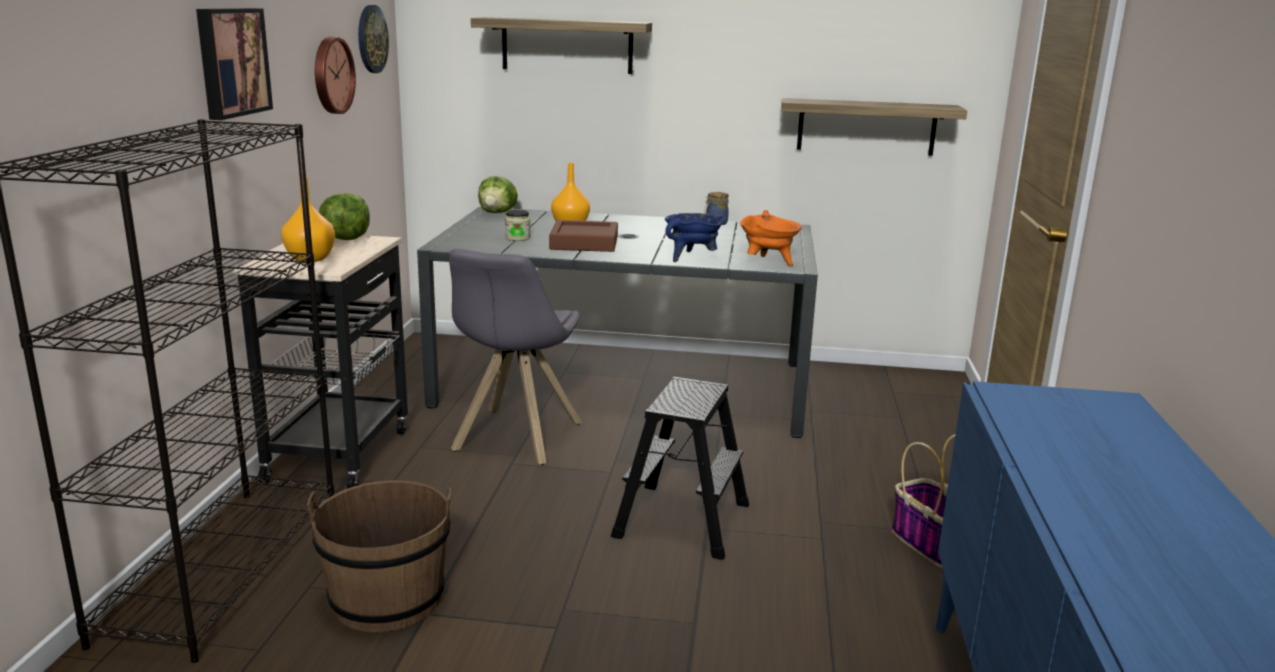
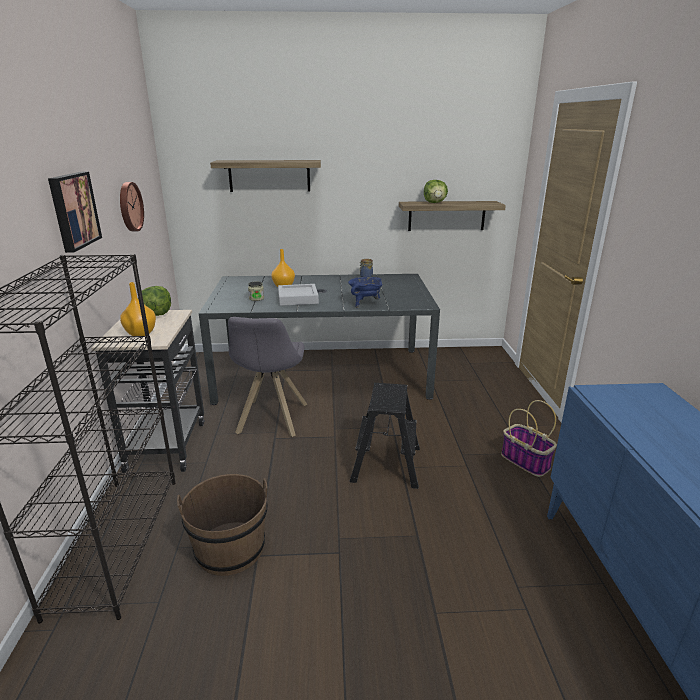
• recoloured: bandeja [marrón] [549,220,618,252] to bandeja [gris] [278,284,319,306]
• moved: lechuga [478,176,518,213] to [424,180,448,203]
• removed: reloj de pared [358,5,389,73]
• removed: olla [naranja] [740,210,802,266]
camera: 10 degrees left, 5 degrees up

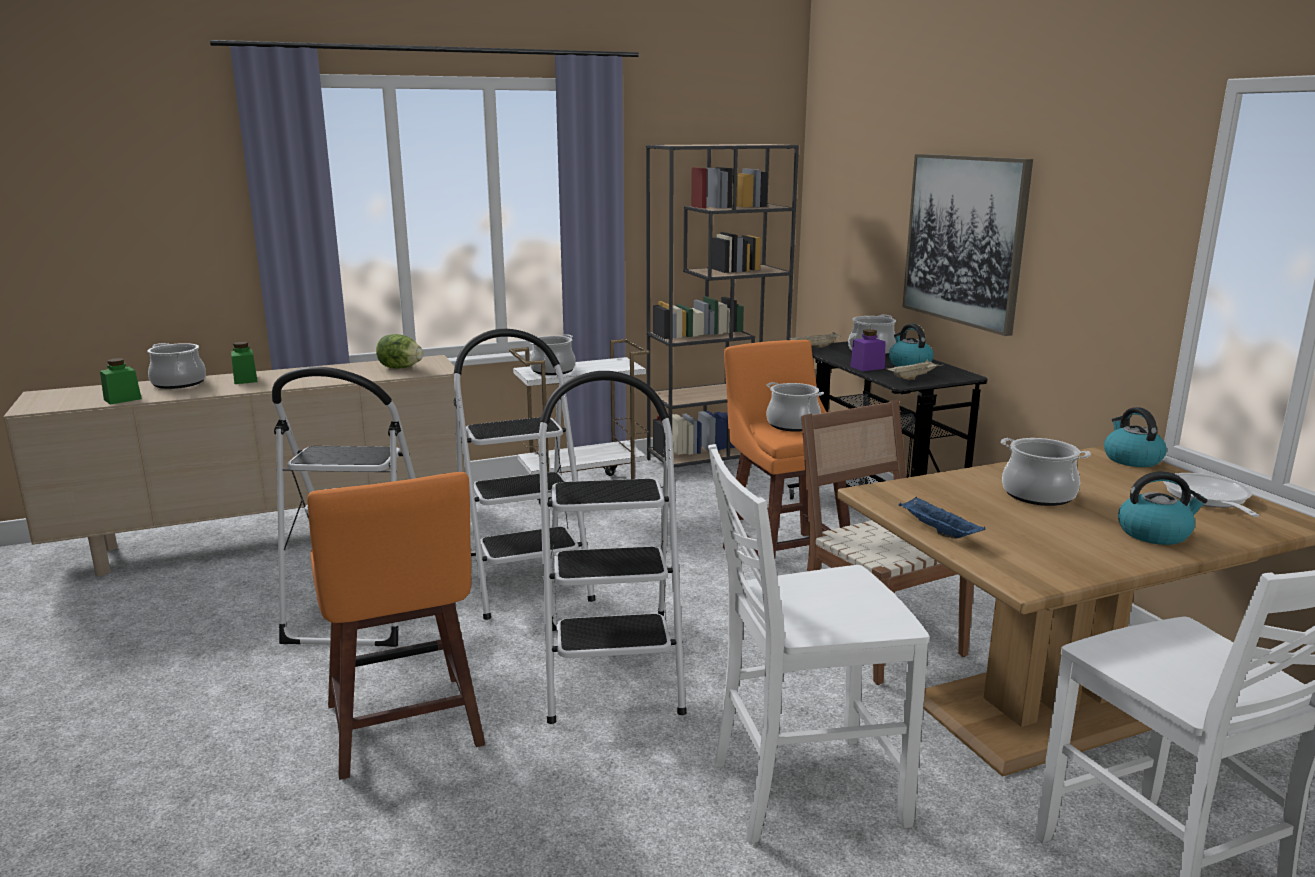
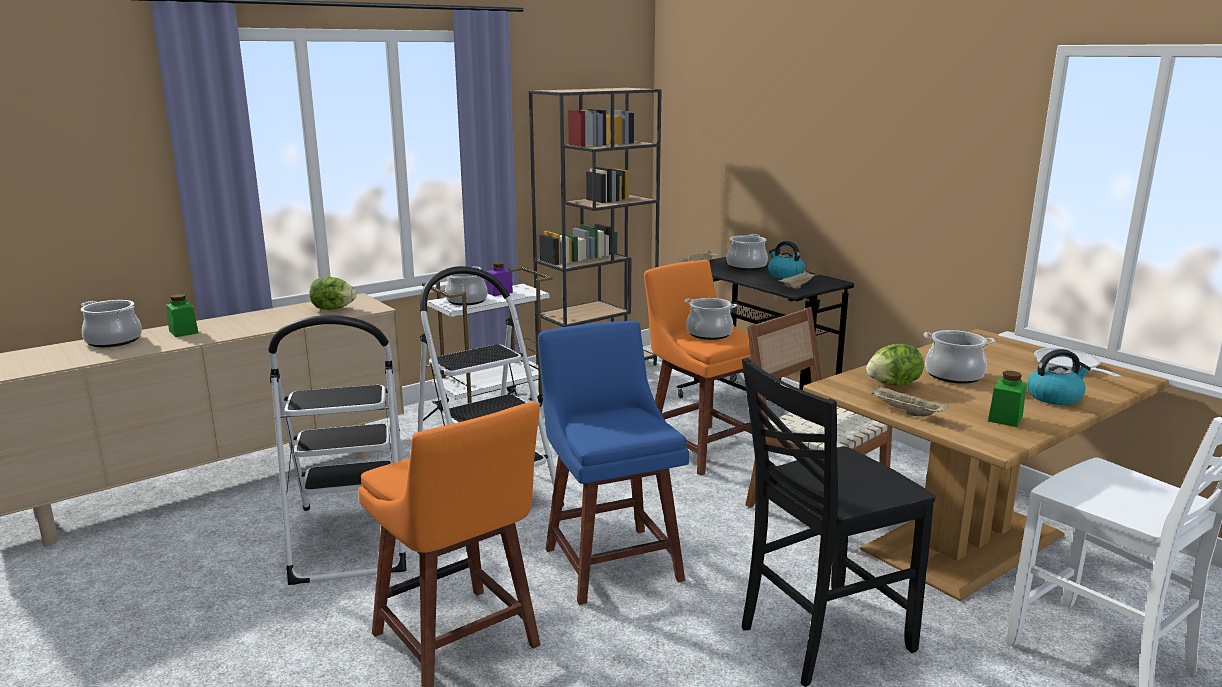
• moved: tarro [morado] [850,329,885,371] to [486,262,513,296]
• replaced: escalera de tijera [539,371,687,724] to taburete [azul] [538,321,689,605]
• recoloured: silla [blanco] [708,444,929,844] to silla [negro] [742,358,936,687]
• added: lechuga [866,344,924,386]
• recoloured: bandeja [azul] [898,496,985,538] to bandeja [beis] [870,386,948,416]
• moved: tarro [verde] [100,358,142,405] to [988,371,1027,427]
• removed: cuadro [902,154,1033,336]
• removed: hervidor [1104,407,1167,467]
camera: 15 degrees left, 0 degrees up

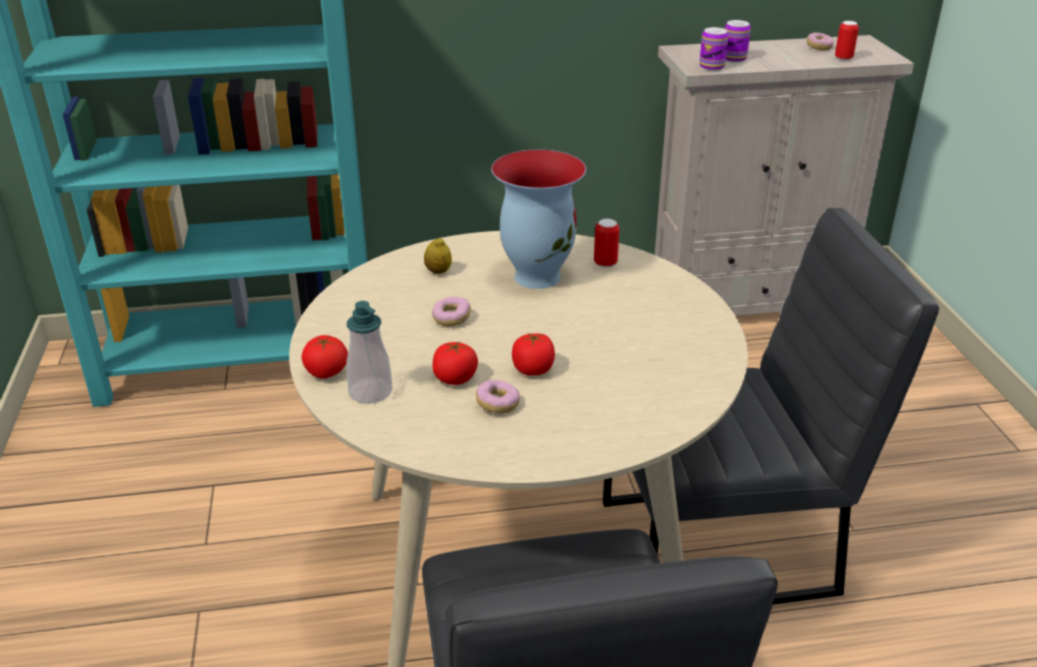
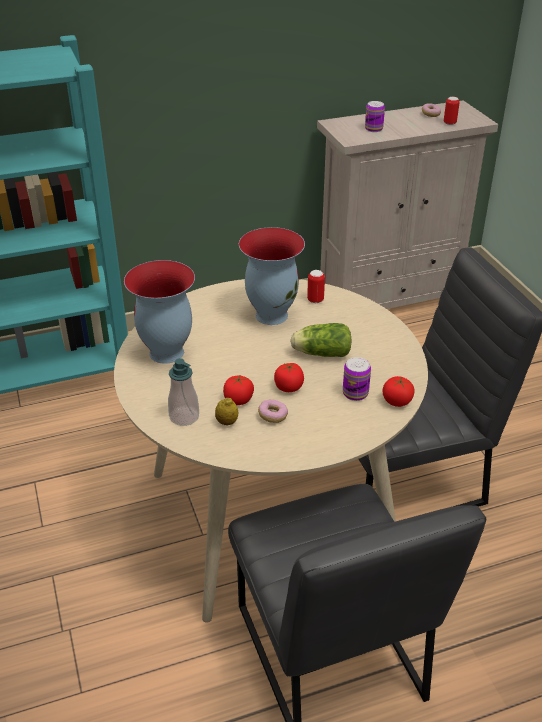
• added: florero [124,260,195,364]
• moved: limón [424,237,452,274] to [215,398,238,425]
• added: lechuga [290,323,352,357]
• moved: lata [699,27,729,71] to [343,357,371,401]
• moved: tomate [302,335,348,379] to [382,376,415,407]
• removed: rosquilla [432,297,471,326]
camera: 10 degrees left, 5 degrees up

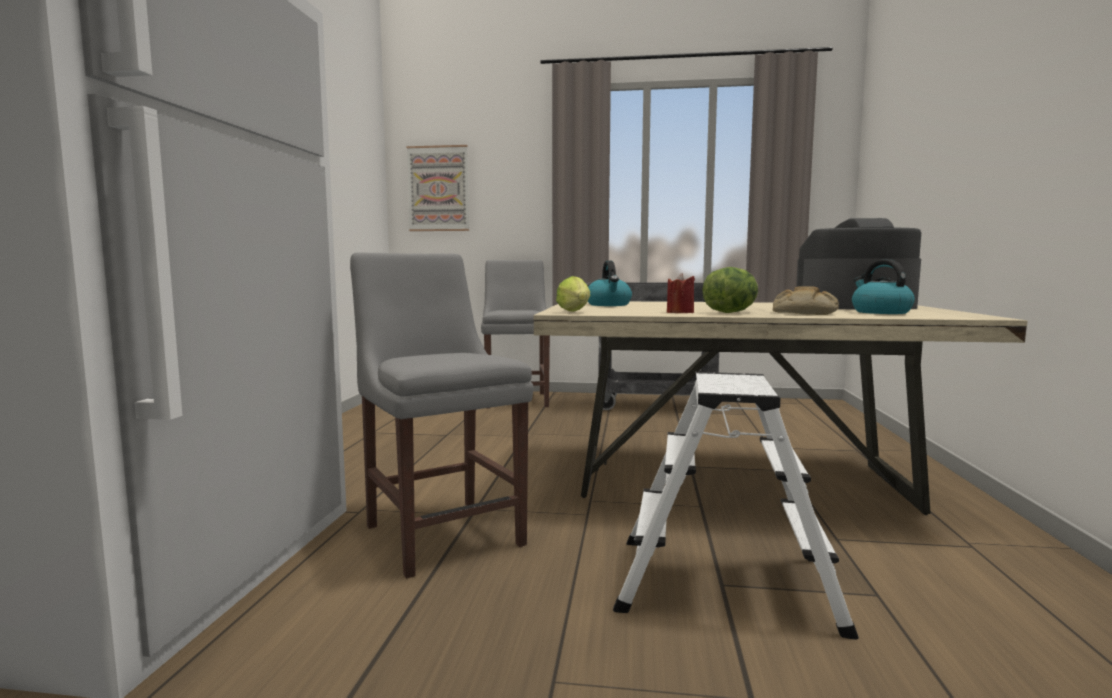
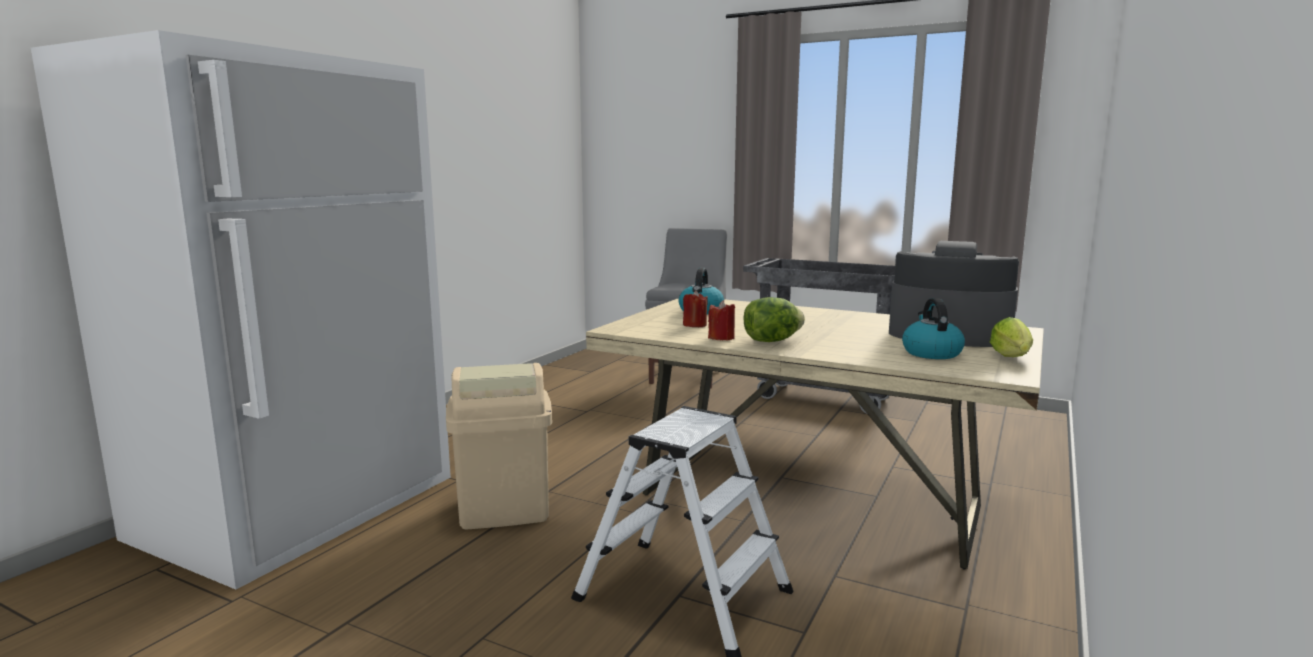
• replaced: silla [gris] [350,252,534,578] to papelera [beis] [446,363,552,529]
• added: vela [rojo] [683,290,708,327]
• moved: lechuga [556,276,590,312] to [990,317,1033,357]
• removed: cuadro [407,145,469,231]
• removed: pan [773,286,839,315]
camera: 20 degrees right, 5 degrees up

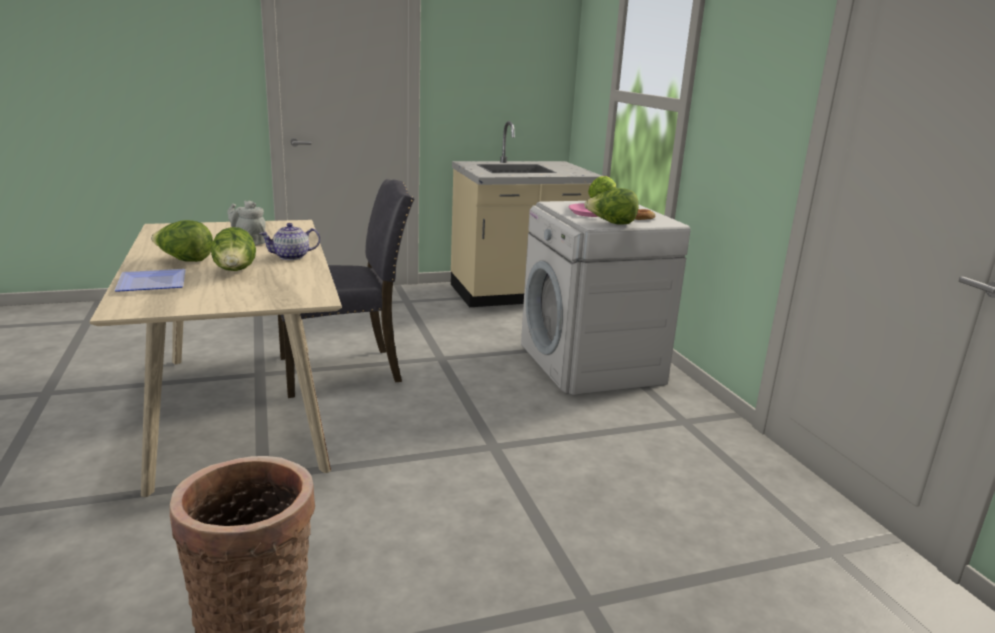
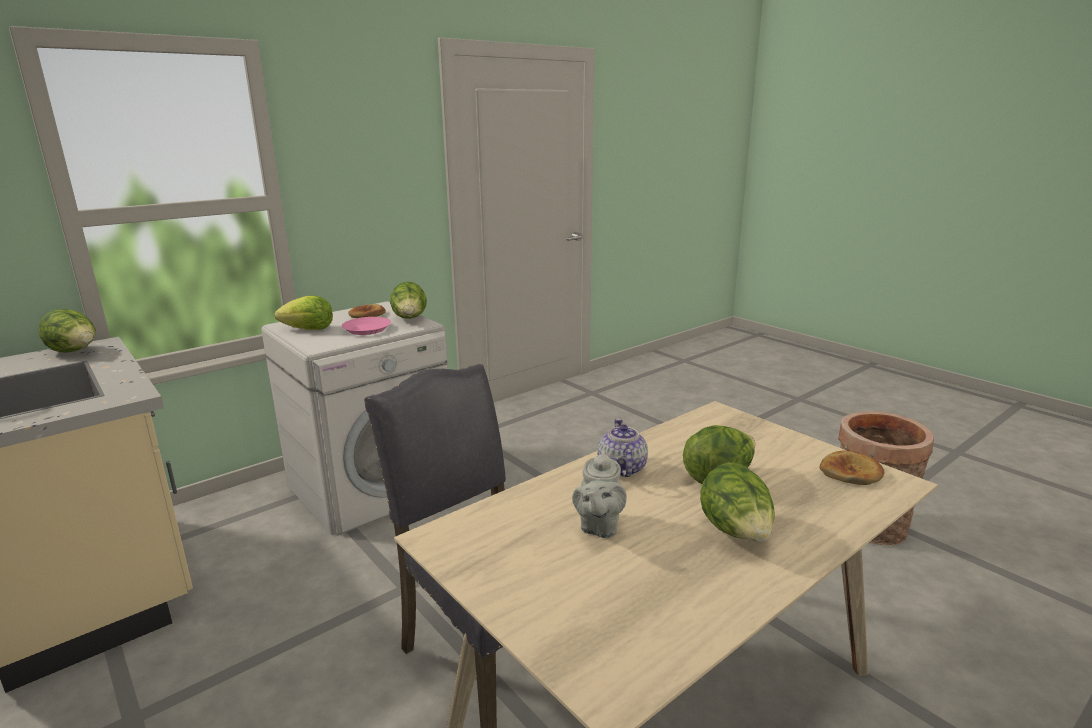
• added: lechuga [38,309,96,353]
• turned: tetera [259,223,320,260] = [598,419,648,477] 135 degrees counterclockwise
• added: pan [819,451,884,485]
• removed: plato [114,269,186,292]
camera: 110 degrees left, 0 degrees up

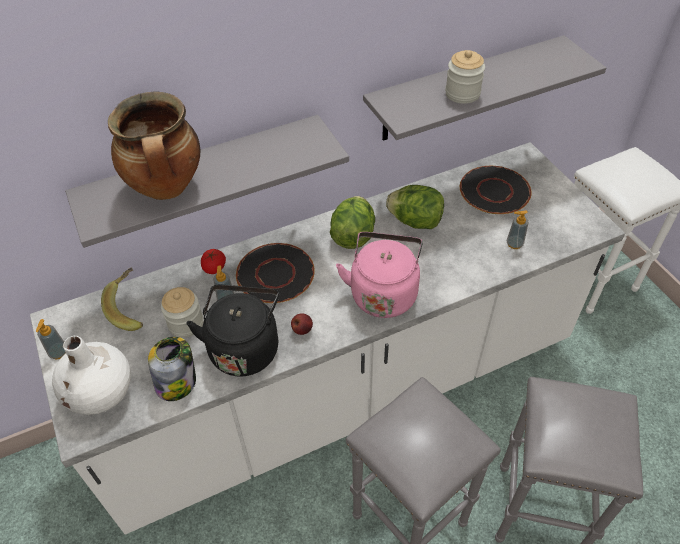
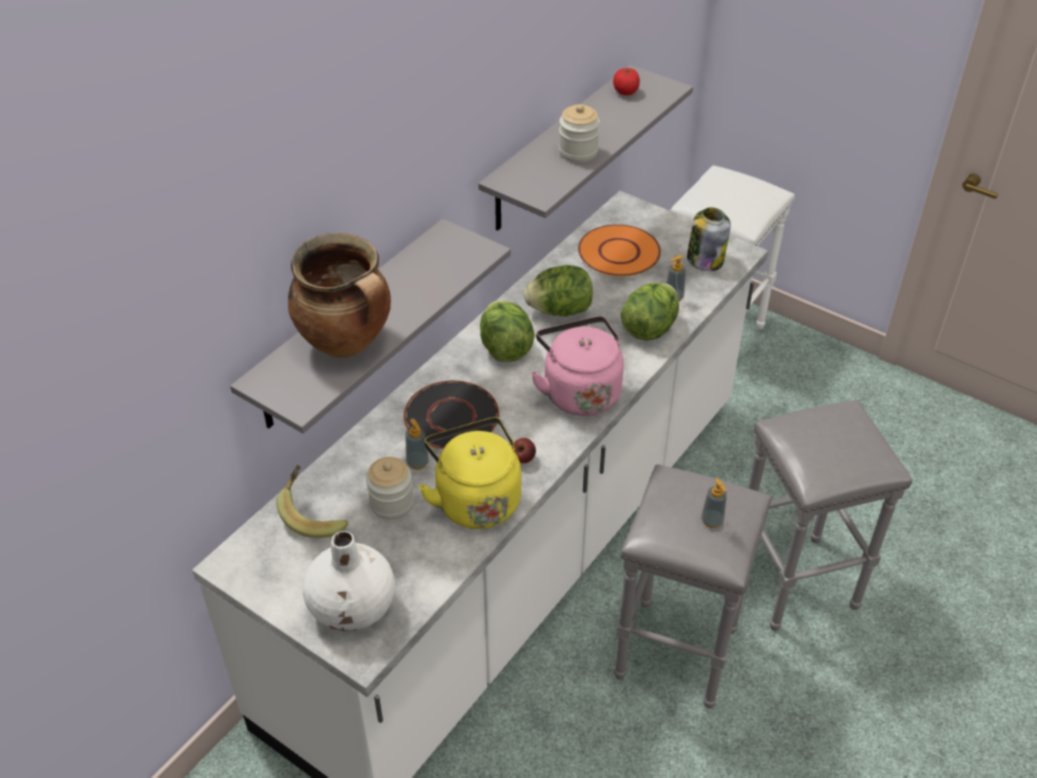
• recoloured: hervidor [negro] [186,285,279,377] to hervidor [amarillo] [419,417,521,529]
• recoloured: plato [negro] [460,166,532,214] to plato [naranja] [578,224,661,277]
• moved: tomate [201,249,226,274] to [613,68,640,95]
• added: lechuga [620,282,679,341]
• moved: tarro [148,337,196,401] to [687,207,731,271]
• moved: dispensador de jabón [36,319,66,359] to [701,478,727,528]
camera: 30 degrees left, 5 degrees down

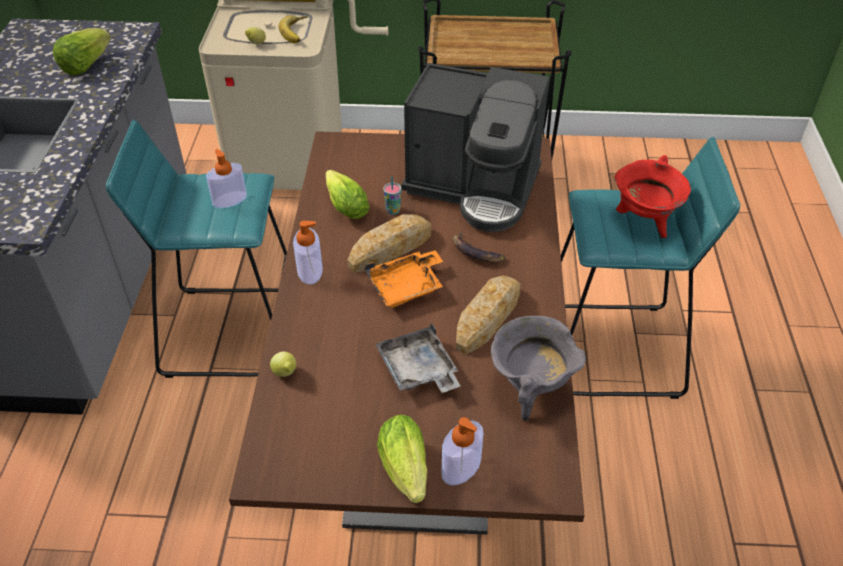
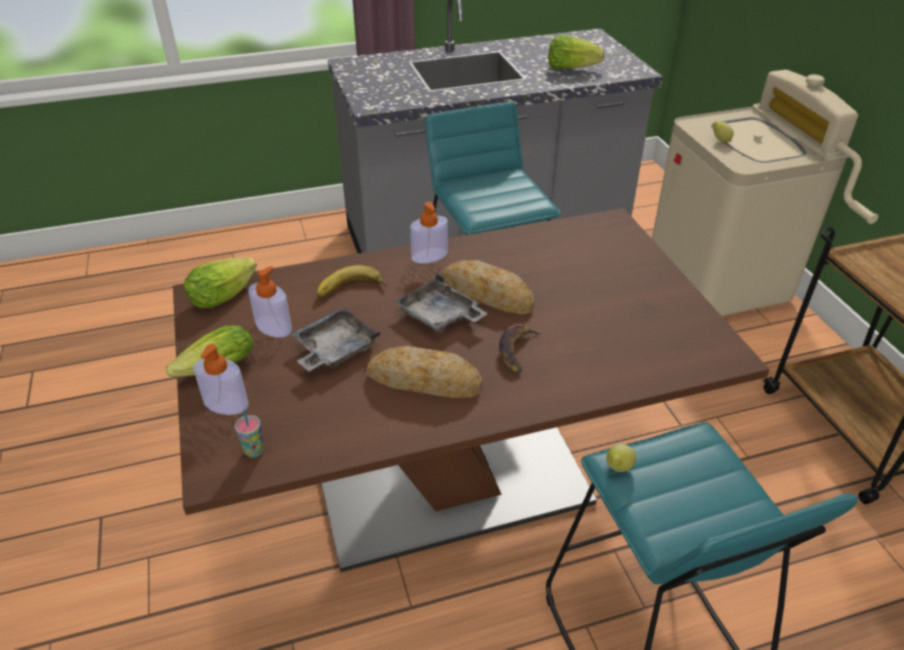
• moved: lechuga [326,170,369,219] to [184,258,257,309]
• moved: taza [383,176,401,215] to [235,409,264,458]
• moved: dispensador de jabón [206,149,247,208] to [249,266,292,338]
• moved: plátano [278,15,307,43] to [316,265,386,297]
• recoloured: bandeja [naranja] [365,250,443,308] to bandeja [gris] [394,274,488,332]
• moved: limón [270,351,296,377] to [606,444,636,472]
• removed: cafetera [401,63,549,232]
• removed: olla [gris] [491,316,586,421]
• removed: olla [rojo] [615,155,691,238]
camera: 70 degrees right, 5 degrees down

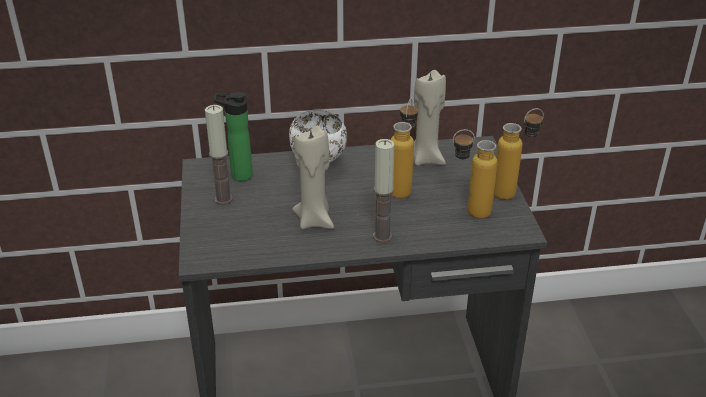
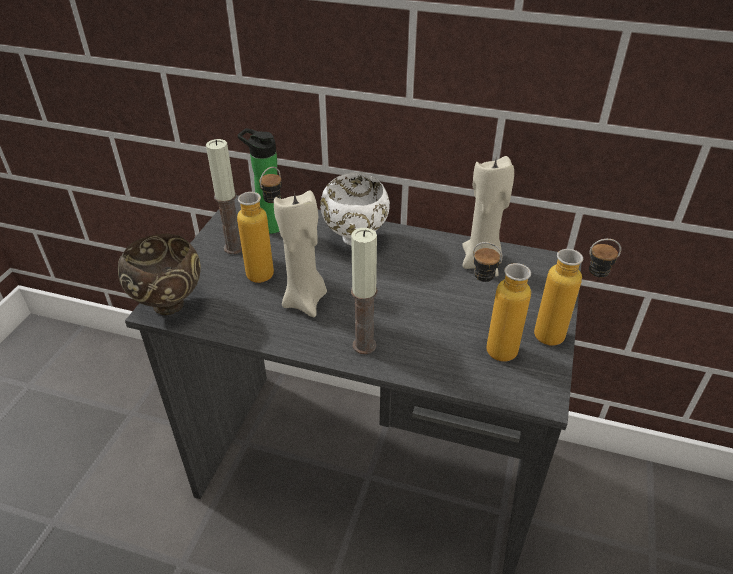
• added: cuenco [marrón] [118,233,201,315]
• moved: botella [391,99,418,198] to [237,167,282,283]
camera: 25 degrees right, 5 degrees up

